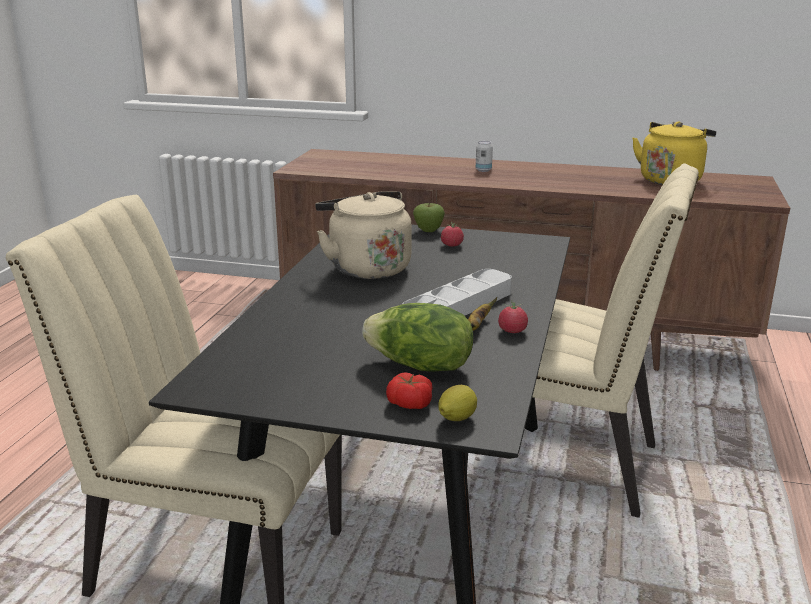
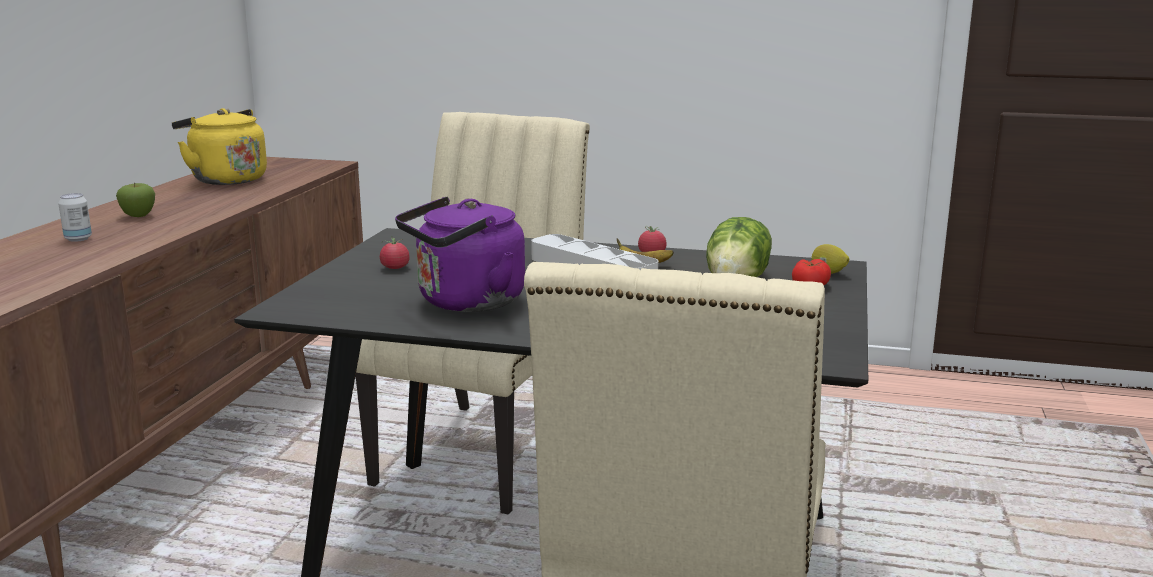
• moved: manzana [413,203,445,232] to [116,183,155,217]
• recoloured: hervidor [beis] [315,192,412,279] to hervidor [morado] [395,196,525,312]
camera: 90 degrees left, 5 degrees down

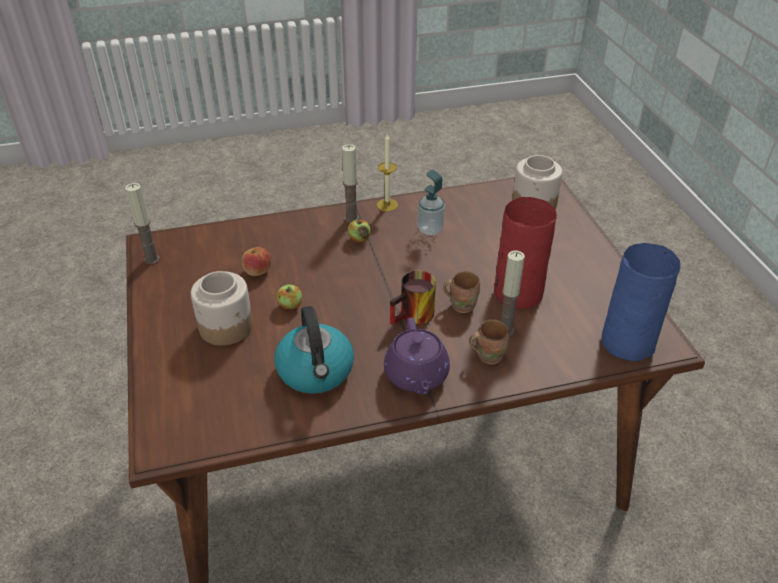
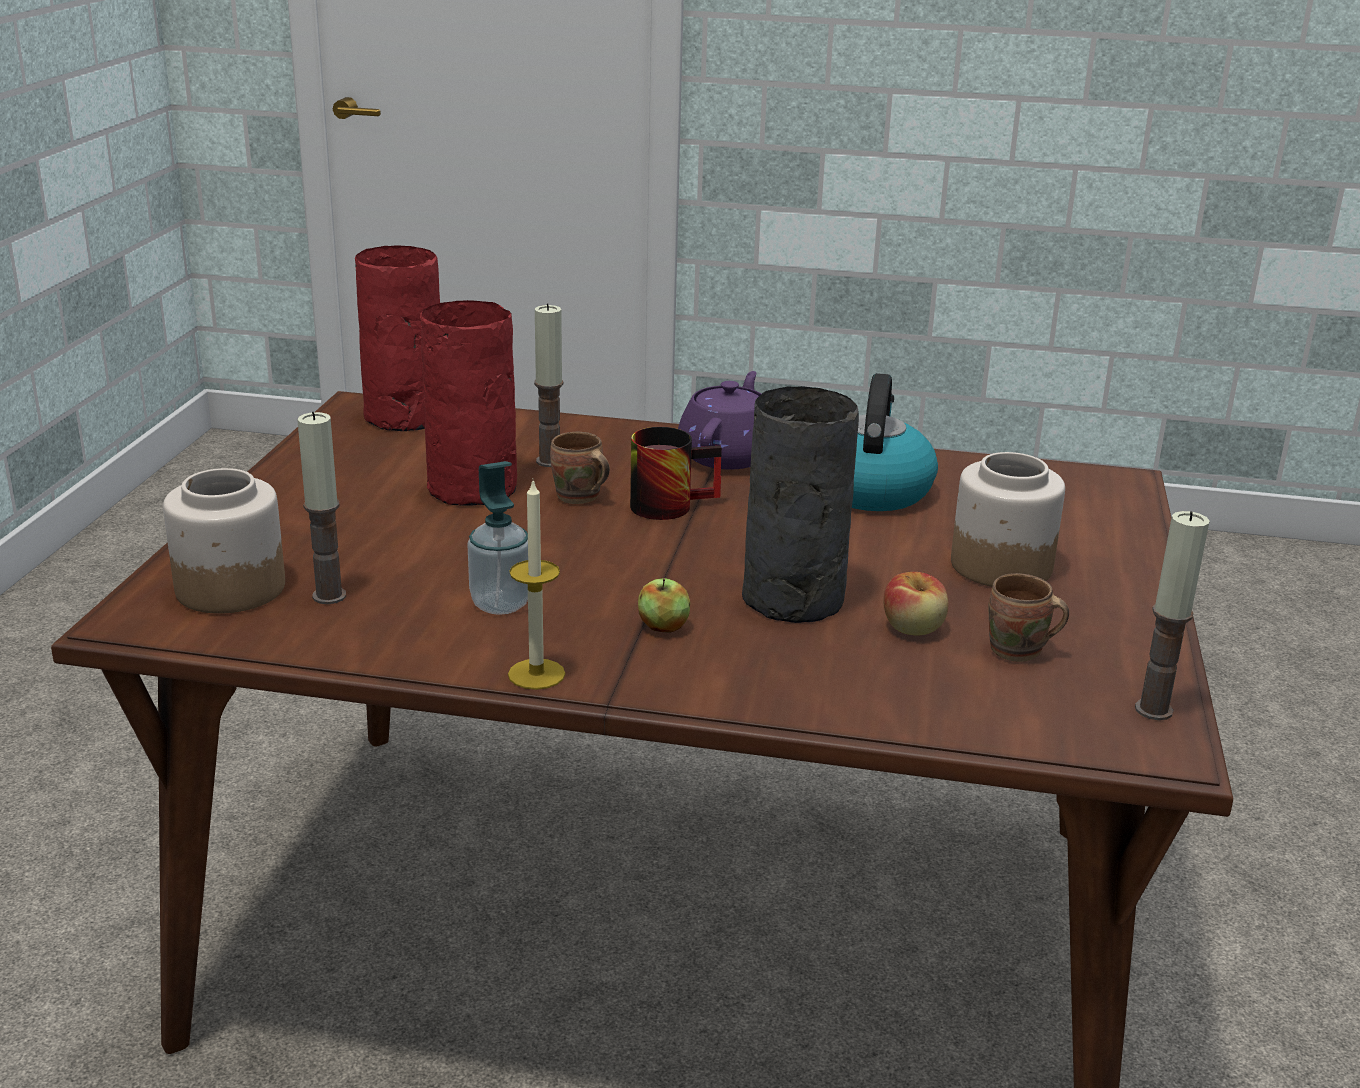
• moved: vela [342,144,359,223] to [297,412,346,604]
• recoloured: florero [azul] [602,243,681,362] to florero [rojo] [355,245,440,431]
• added: florero [gris] [742,386,859,623]
• moved: taza grande [marrón] [469,319,509,364] to [989,573,1069,662]
• removed: manzana [277,284,302,310]
camera: 155 degrees left, 15 degrees down

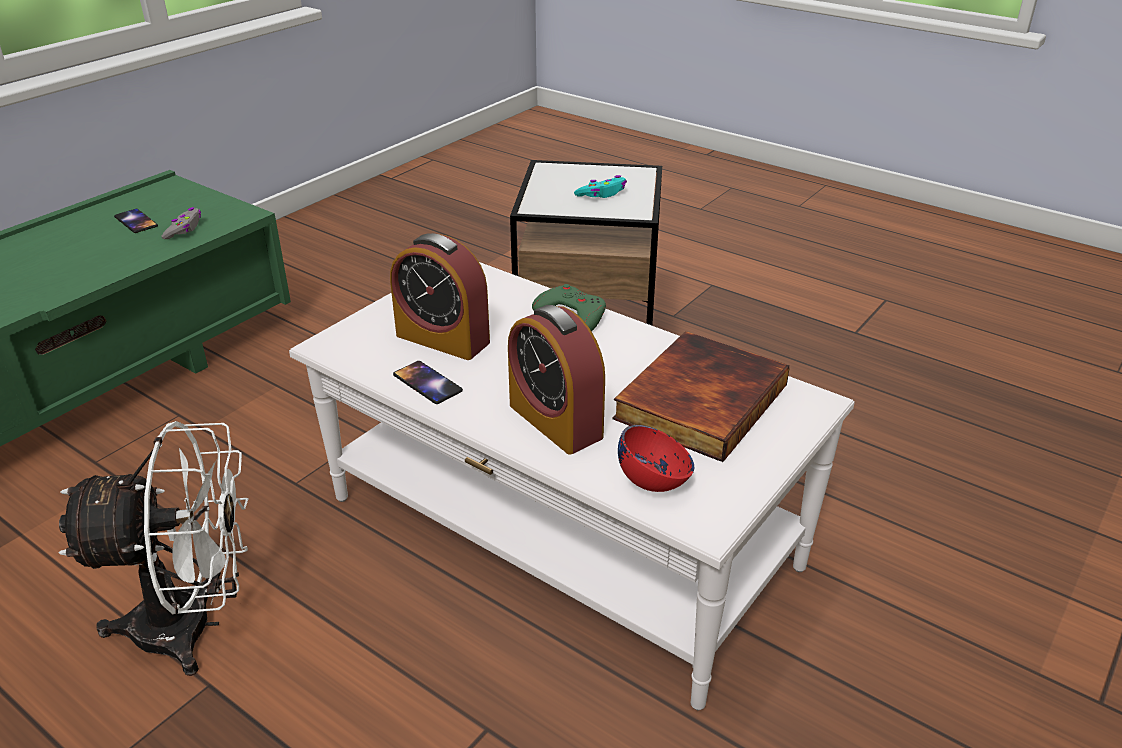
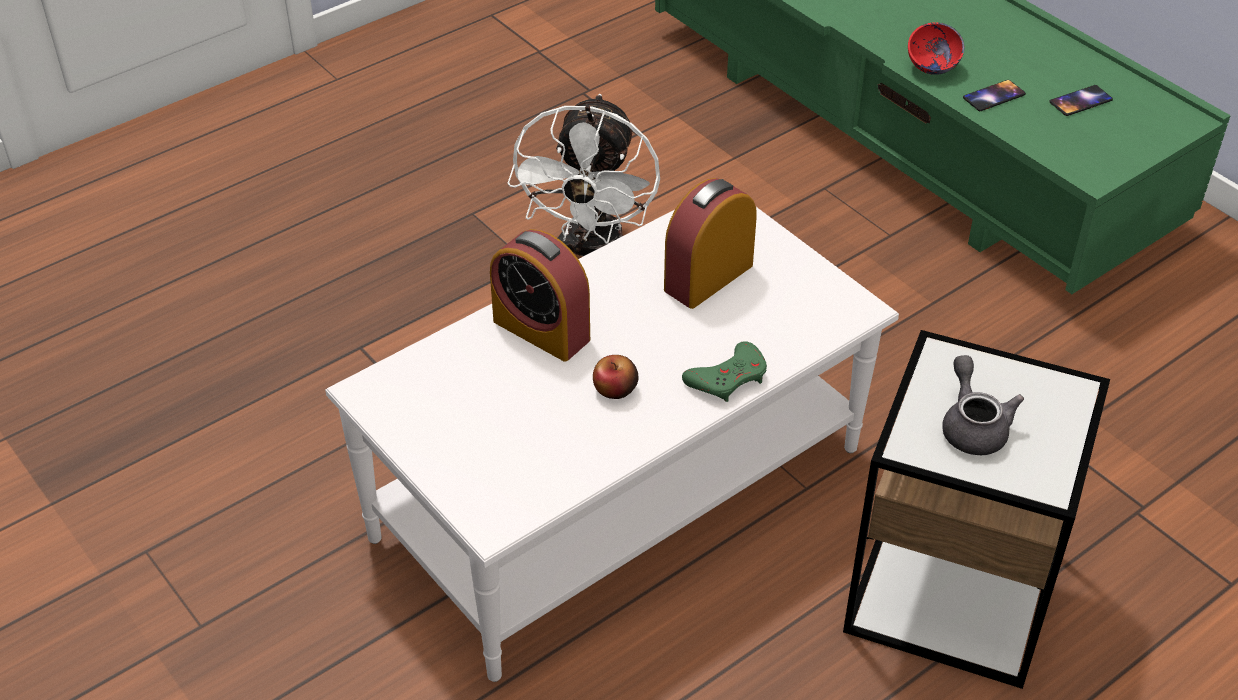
• turned: despertador [508,305,605,454] = [490,229,590,362] 120 degrees counterclockwise
• added: manzana [593,355,638,399]
• moved: cuenco [rojo] [618,425,694,492] to [908,22,964,75]
• replaced: mando de consola [turquesa] [574,175,627,198] to tetera [gris] [942,355,1024,455]
• moved: móvil [393,361,463,404] to [963,80,1026,111]
• removed: mando de consola [gris] [161,207,201,239]
• removed: libro [612,331,789,462]
camera: 105 degrees right, 10 degrees up

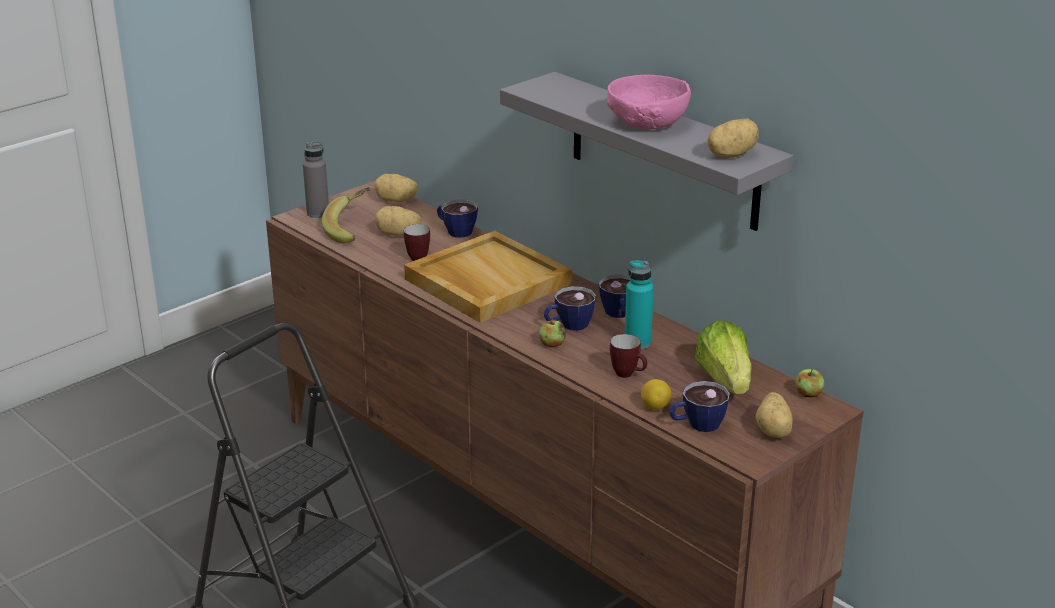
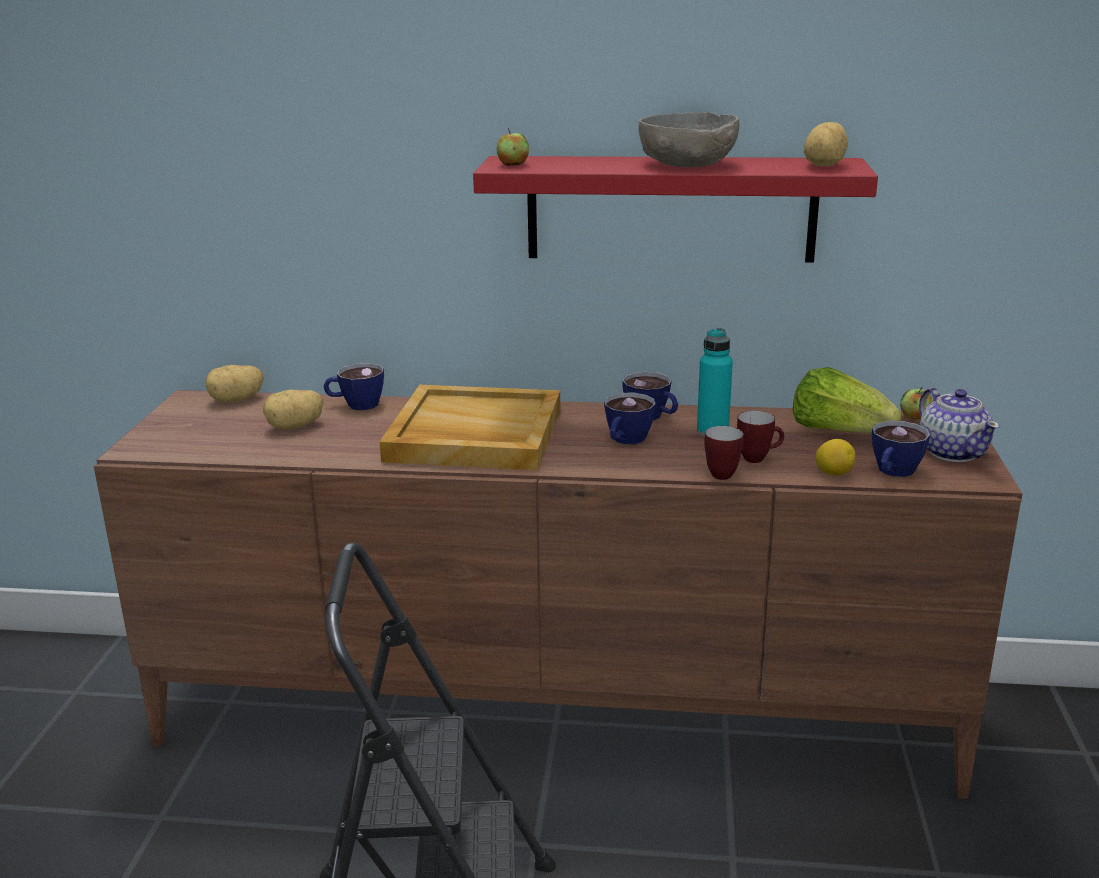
• recoloured: estante [gris] [500,72,793,231] to estante [rojo] [473,156,878,263]
• moved: manzana [539,318,566,347] to [496,128,529,166]
• recoloured: cuenco [rosa] [607,75,691,129] to cuenco [gris] [639,111,739,167]
• moved: taza grande [404,224,430,261] to [704,426,743,480]
• replaced: patata [755,392,793,438] to tetera [919,387,1000,462]
• removed: botella [gris] [303,141,329,218]
• removed: plátano [322,187,370,244]
camera: 40 degrees left, 5 degrees down

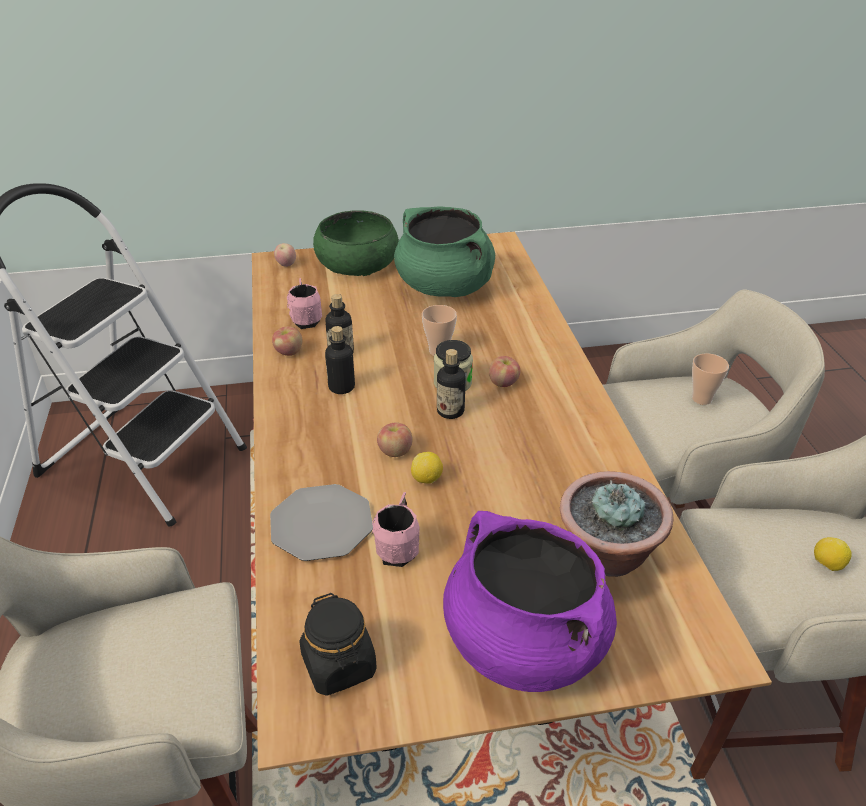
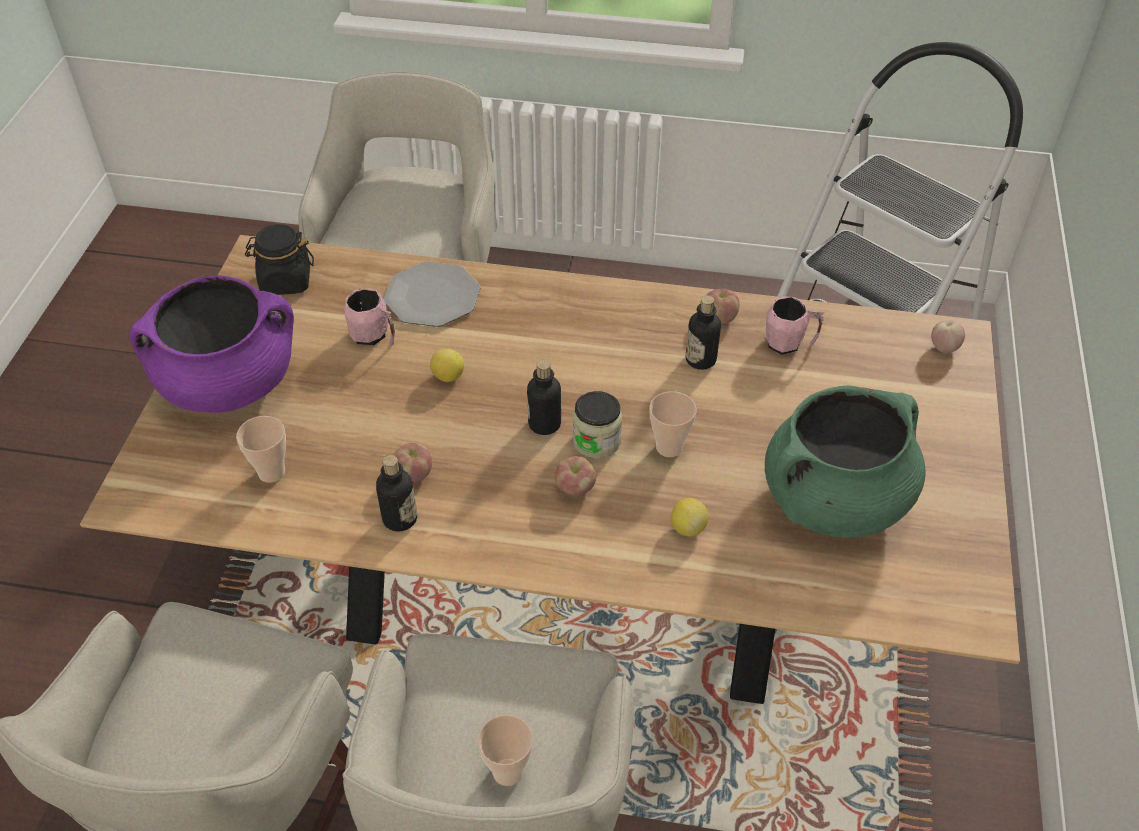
• replaced: planta en maceta [560,471,674,577] to taza [236,416,286,483]
• moved: botella [325,326,355,394] to [376,455,417,532]
• moved: manzana [377,422,413,457] to [393,443,432,483]
• moved: limón [814,537,851,571] to [671,498,708,536]
• removed: cuenco [verde] [313,210,399,276]
camera: 110 degrees right, 10 degrees up

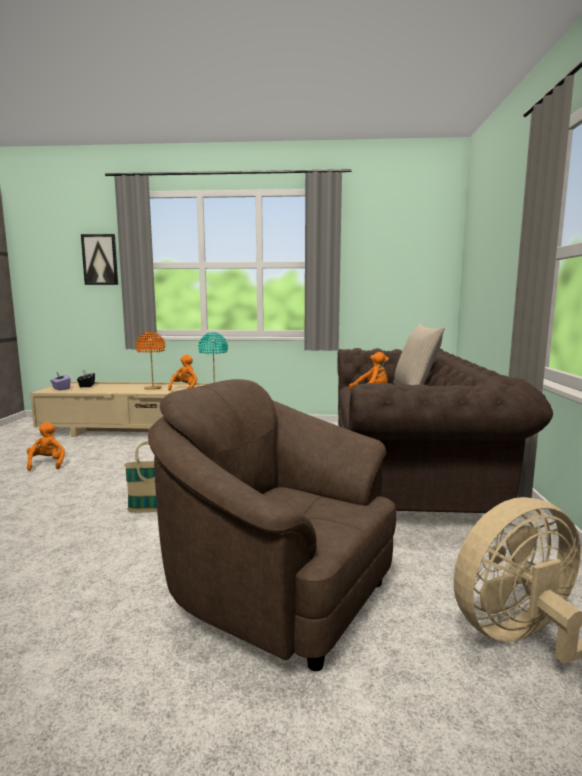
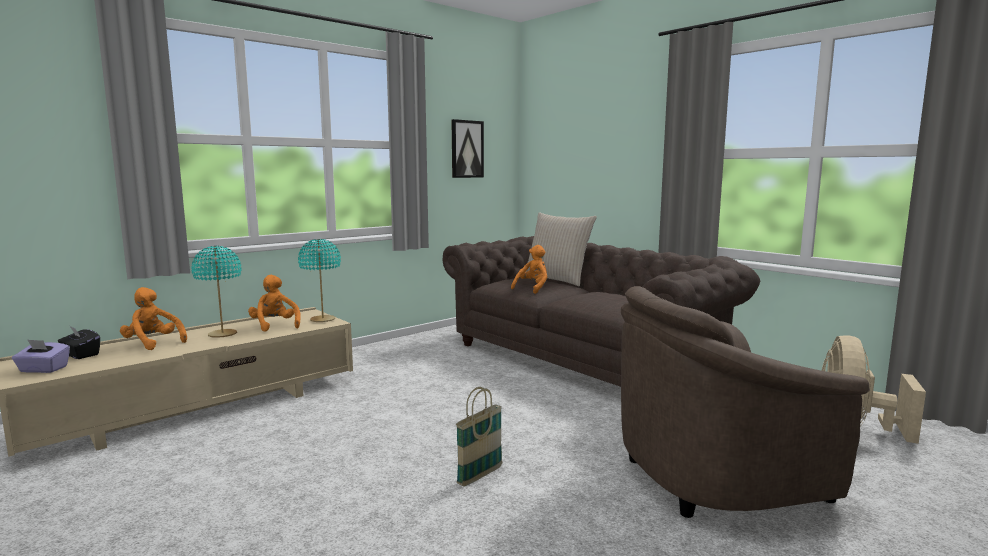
• moved: peluche [naranja] [27,422,65,471] to [120,287,187,350]
• recoloured: lámpara de mesa [naranja] [136,332,165,390] to lámpara de mesa [turquesa] [191,246,241,338]
• moved: cuadro [81,234,118,285] to [452,119,484,178]
camera: 45 degrees left, 0 degrees up

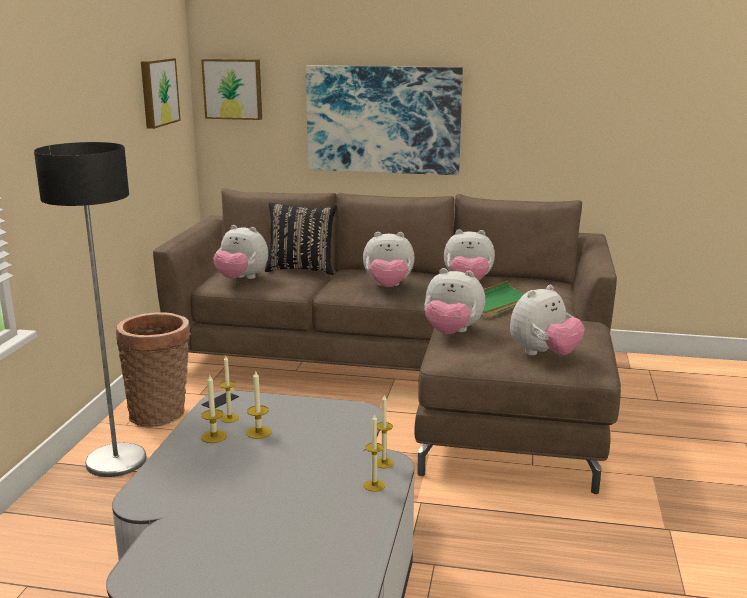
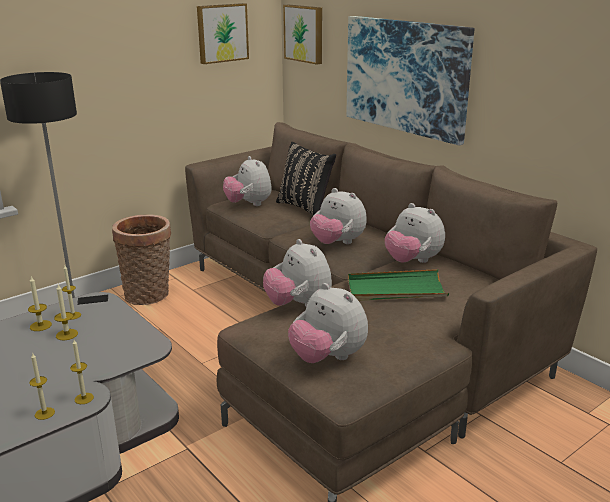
• turned: peluche [510,284,585,356] = [288,283,368,363] 45 degrees clockwise
camera: 40 degrees right, 5 degrees up

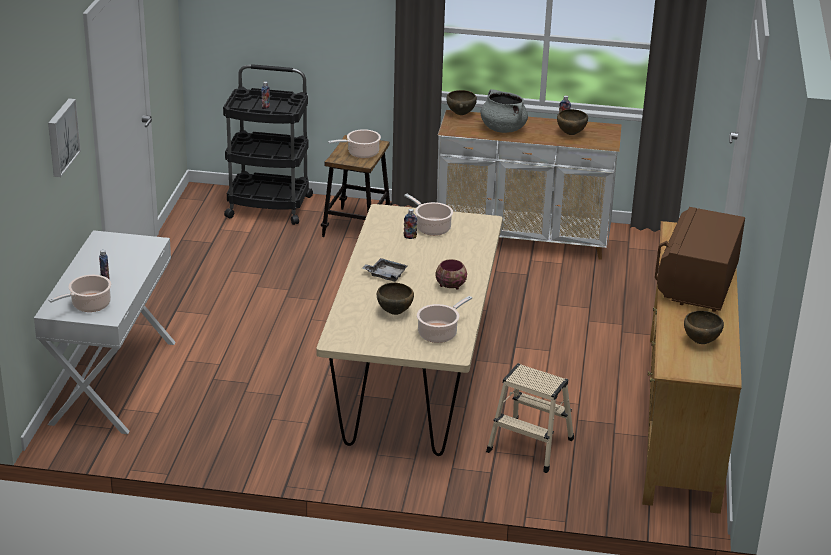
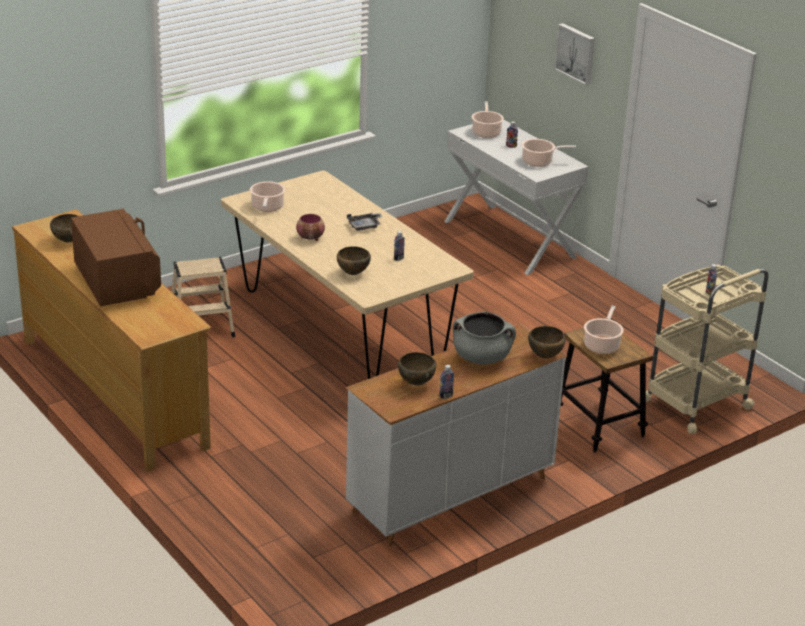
• moved: cuenco [marrón] [377,283,414,315] to [337,246,371,275]
• moved: olla [404,194,453,236] to [522,139,576,167]
• recoloured: carrito [negro] [223,64,313,225] to carrito [beis] [646,265,769,434]
camera: 135 degrees right, 0 degrees up

